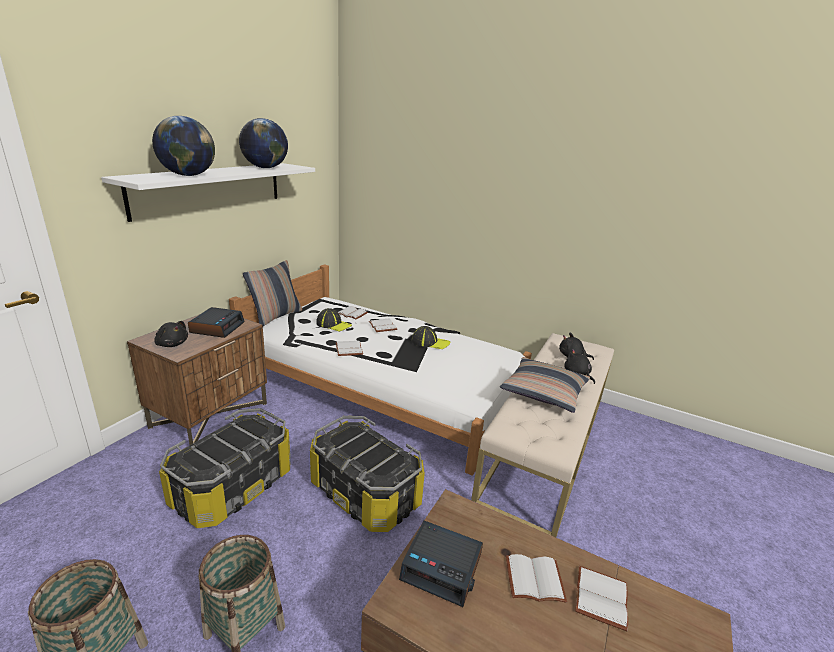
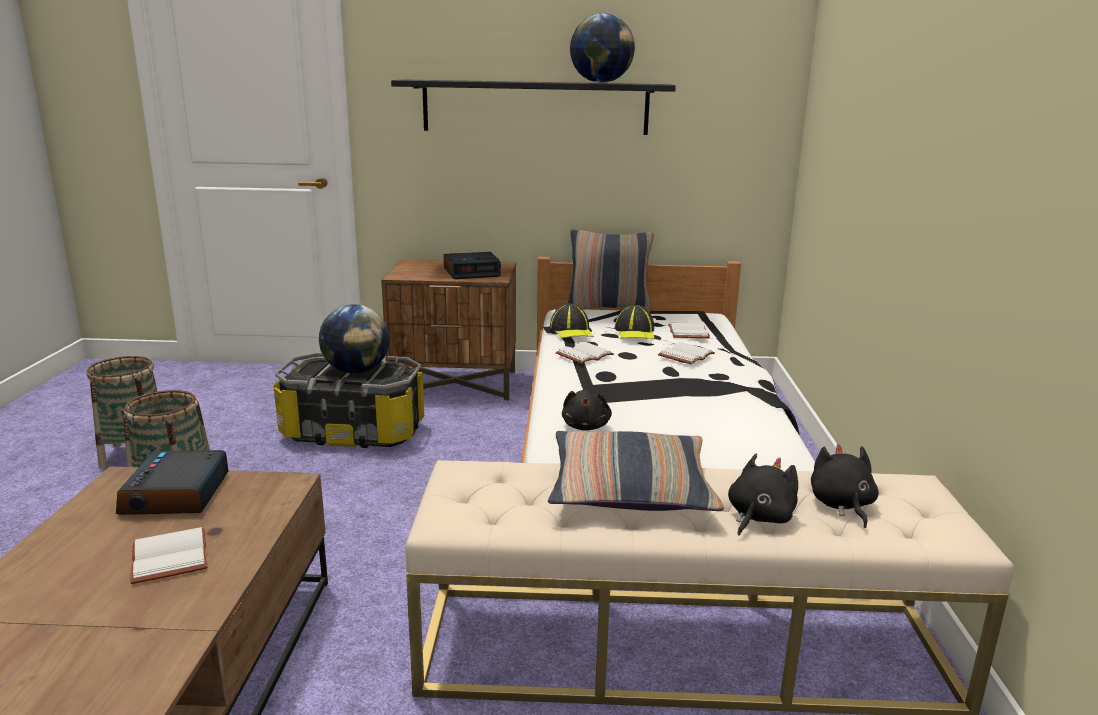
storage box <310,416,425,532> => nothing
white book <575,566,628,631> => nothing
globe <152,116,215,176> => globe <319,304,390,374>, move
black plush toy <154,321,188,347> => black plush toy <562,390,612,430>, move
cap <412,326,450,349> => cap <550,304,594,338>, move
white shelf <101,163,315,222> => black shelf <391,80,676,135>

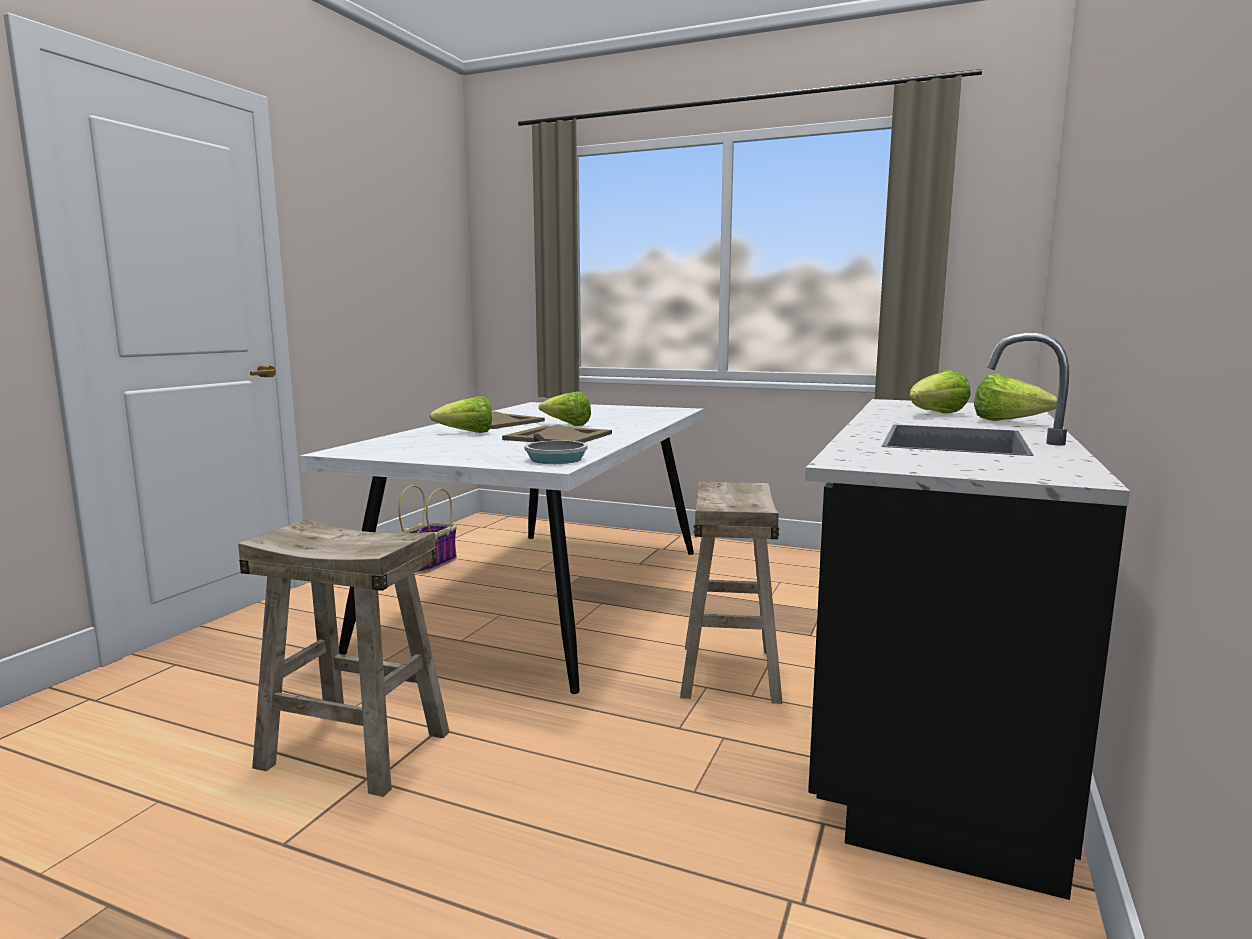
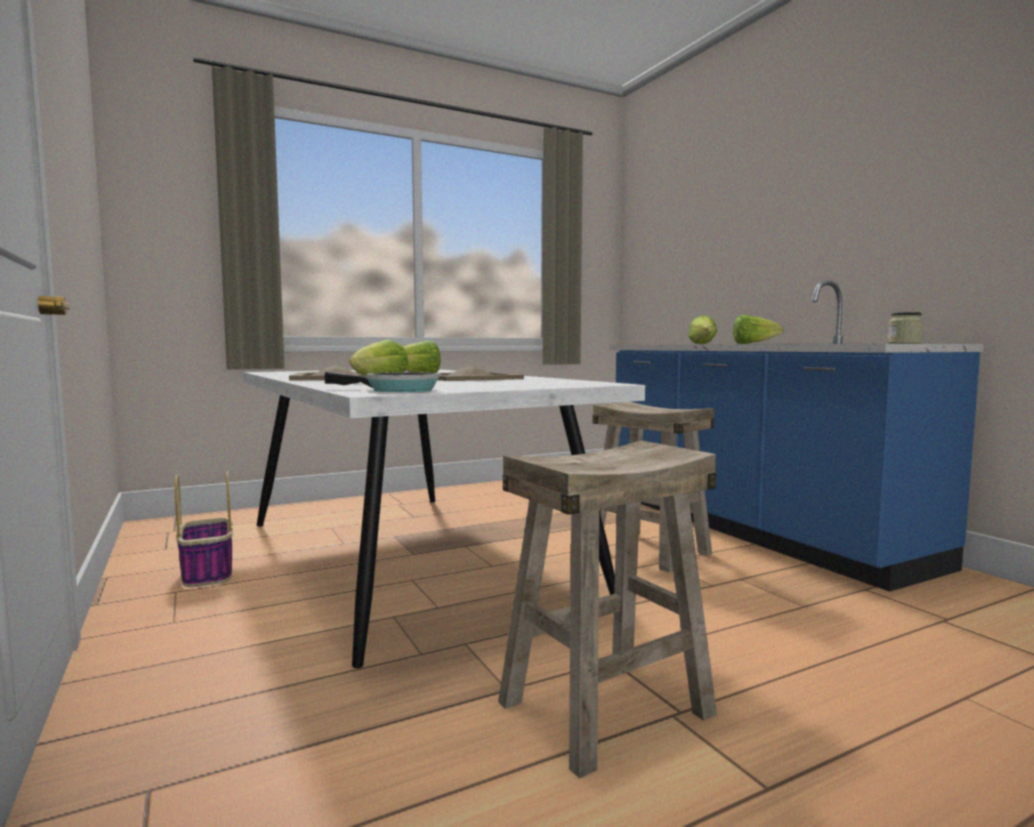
nothing => jar <888,312,923,344>
frying pan <524,434,587,464> => frying pan <325,372,439,392>, move
black counter <805,333,1130,900> => blue counter <609,280,984,592>

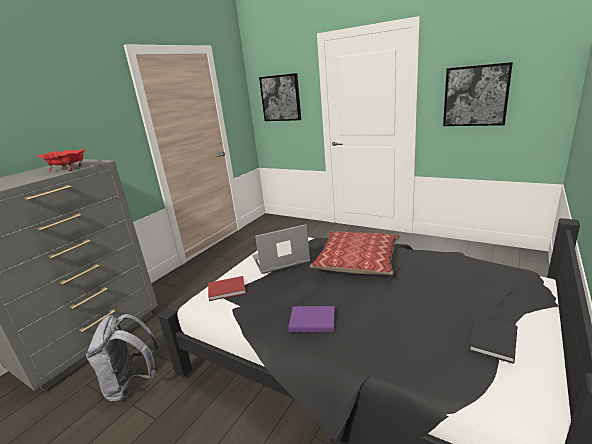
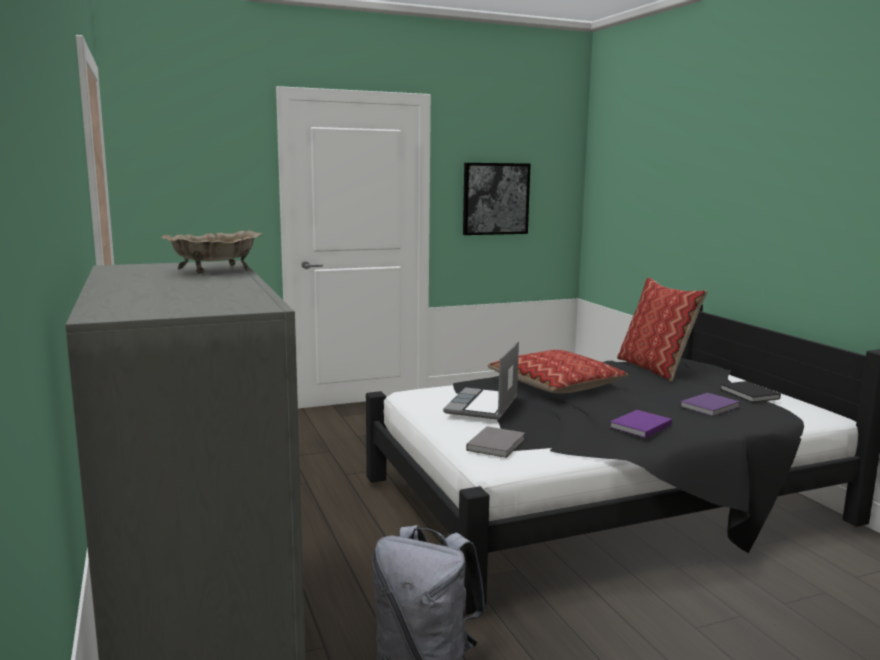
picture <259,73,301,121> => nothing
nothing => pillow <617,277,708,382>
nothing => purple book <680,393,740,417>
red bowl <38,149,87,171> => beige bowl <160,230,263,274>
red book <208,276,246,301> => grey book <466,426,525,458>

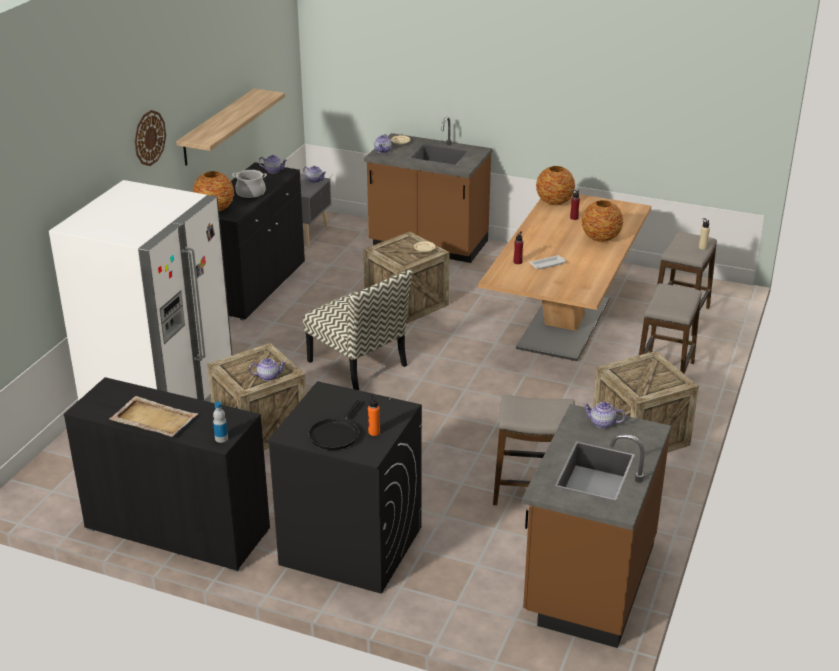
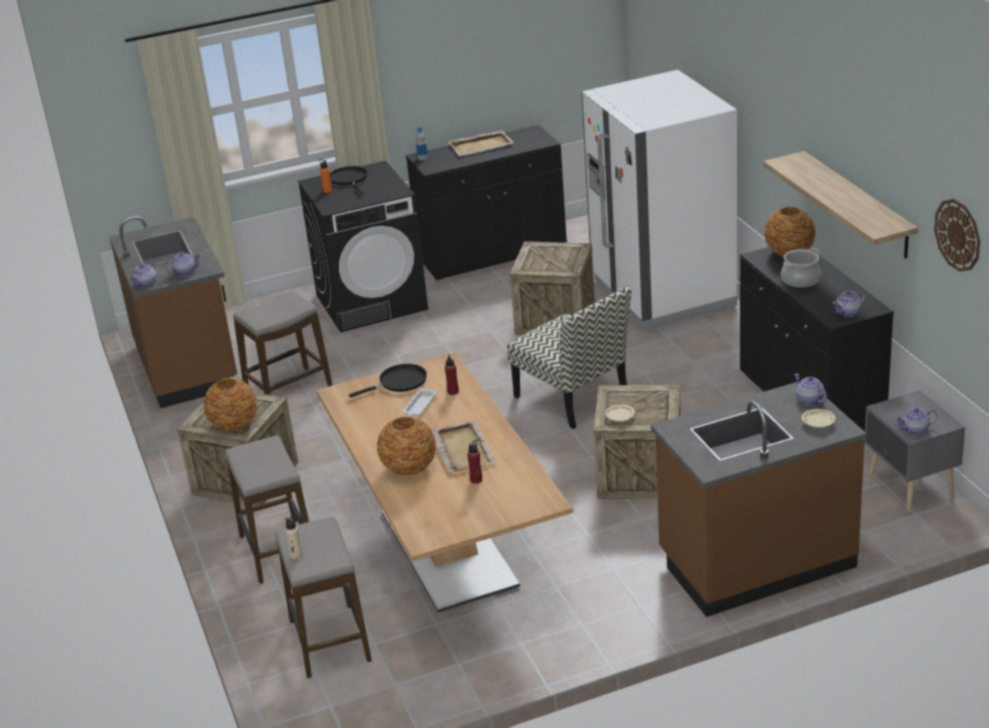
nothing => black frying pan <349,364,427,398>
nothing => beige tray <431,420,497,472>
wall clock <134,110,166,166> => wall clock <934,199,980,272>, move
teapot <249,358,286,381> => teapot <128,262,159,288>, move
vase <536,166,575,205> => vase <204,378,257,431>, move
chair <303,269,412,390> => chair <507,286,631,429>, 135 degrees counterclockwise

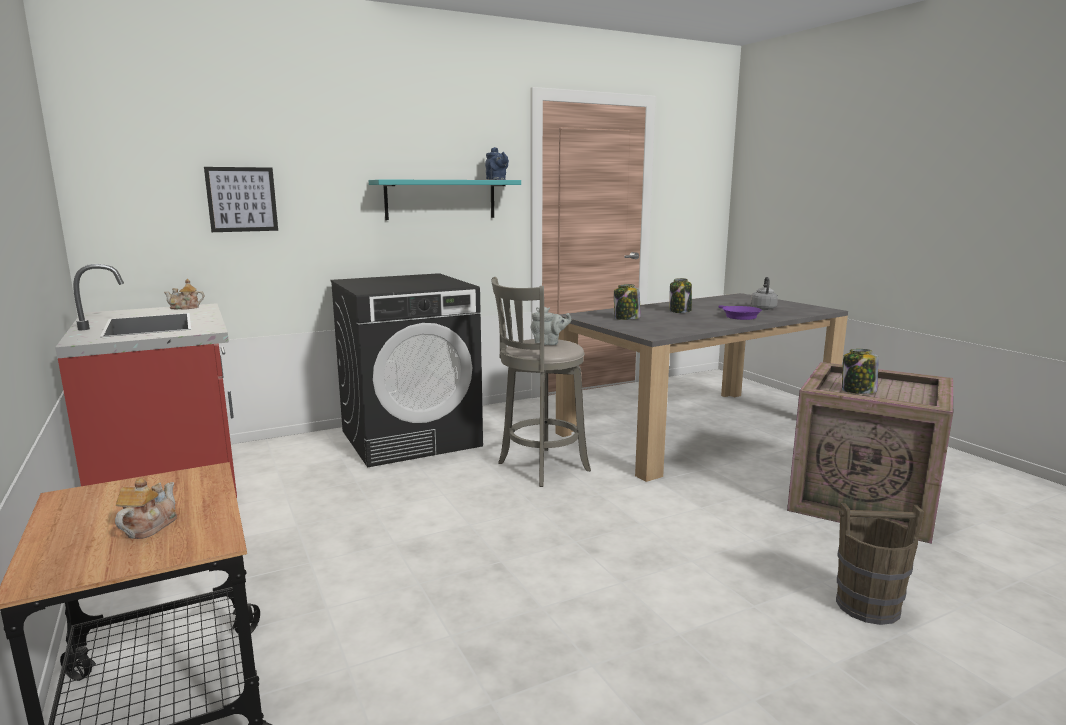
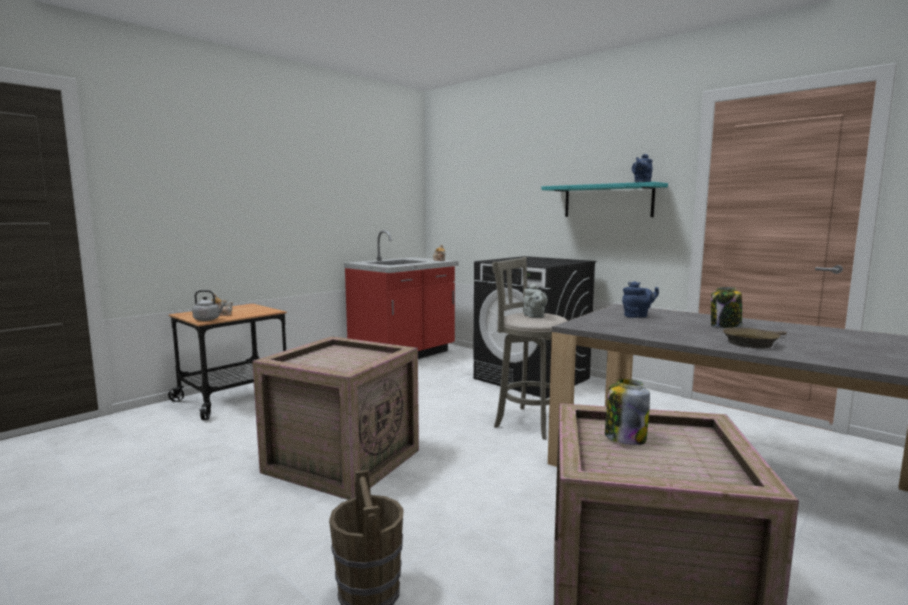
picture <204,167,278,232> => nothing
nothing => crate <252,336,419,500>
grey kettle <750,277,778,310> => grey kettle <192,290,225,321>, move
jar <614,284,641,320> => blue teapot <622,281,659,318>
purple frying pan <719,305,762,320> => brown frying pan <723,328,787,348>

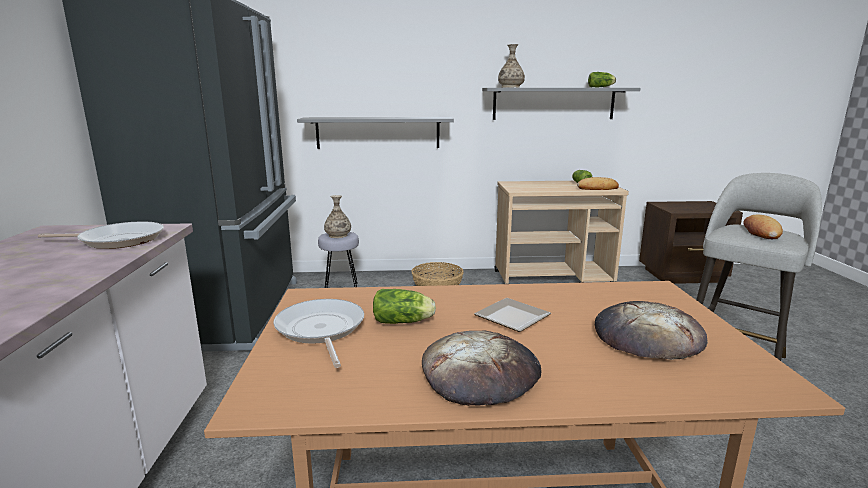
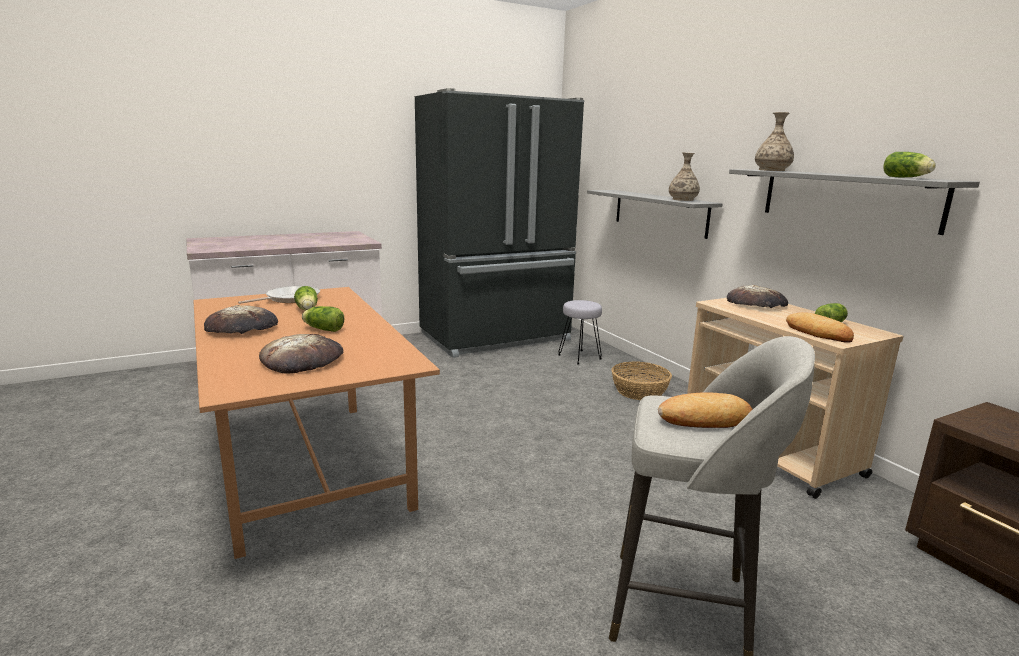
frying pan <38,222,164,249> => nothing
nothing => bread <727,285,788,308>
vase <324,195,351,238> => vase <669,152,700,201>, move
plate <474,298,551,332> => lettuce <302,306,344,332>

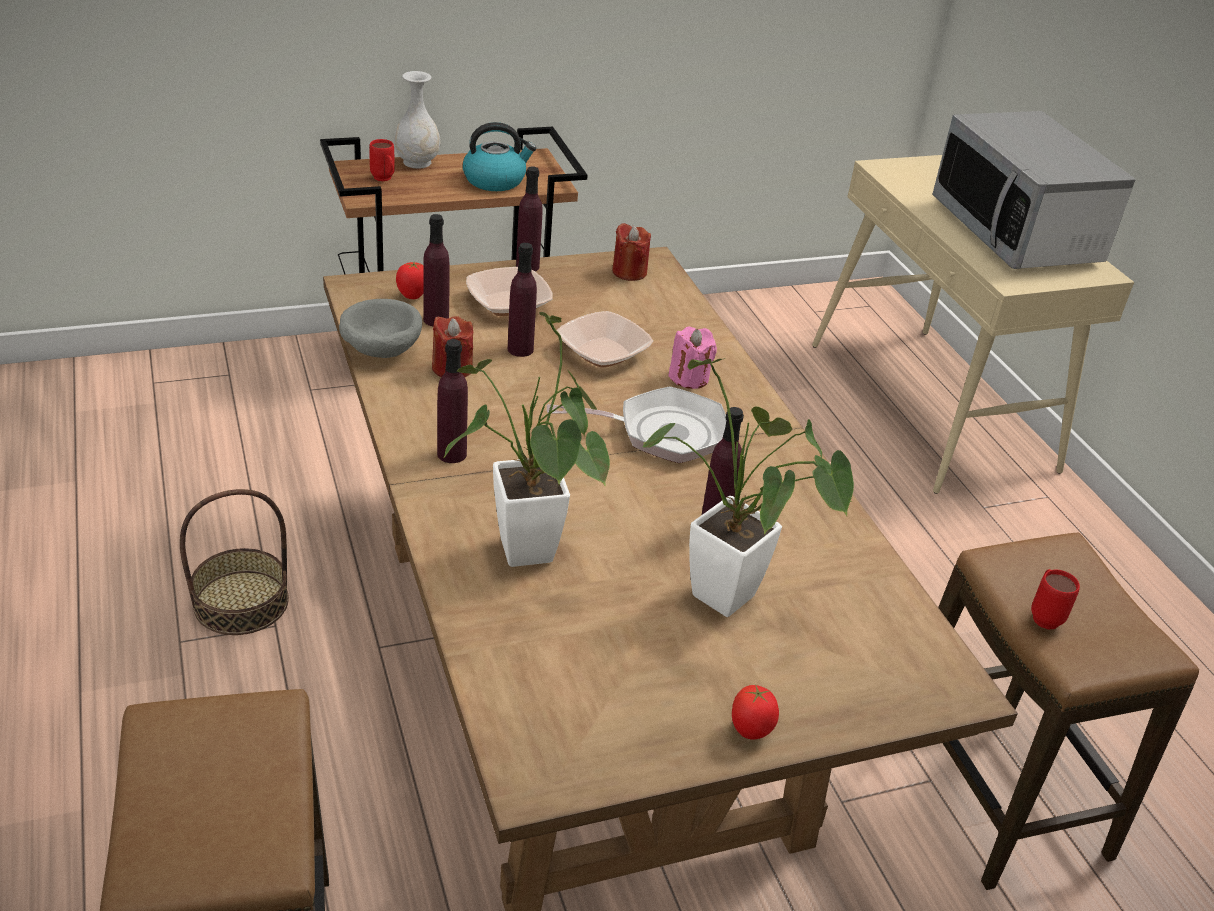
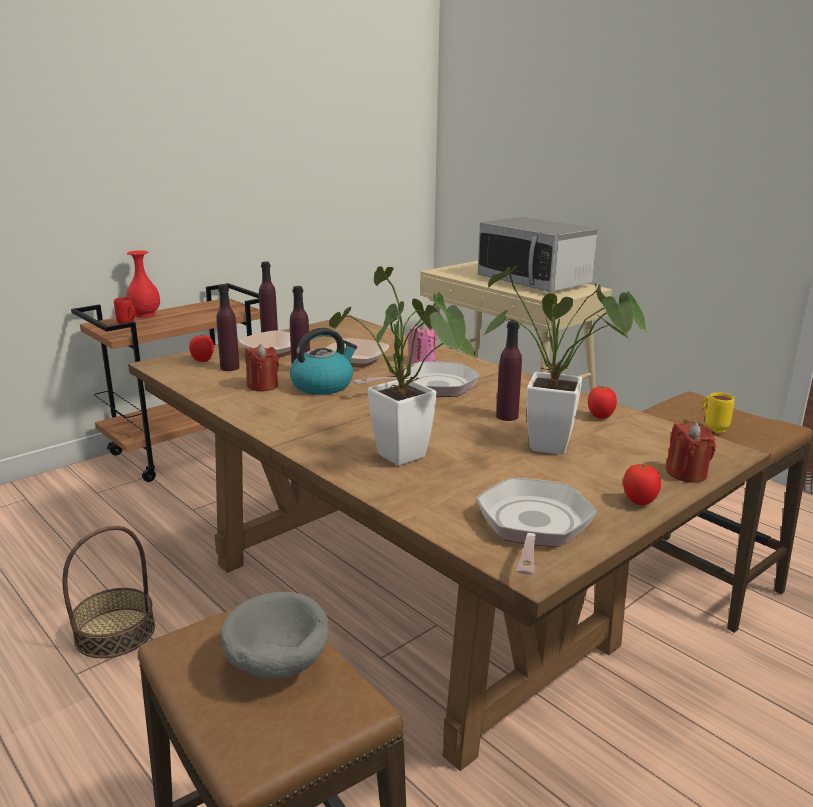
purple bottle <437,339,468,463> => nothing
nothing => frying pan <476,477,597,575>
nothing => tomato <588,386,617,419>
grey bowl <339,299,422,358> => grey bowl <220,592,329,679>, move
kettle <463,122,536,191> => kettle <290,328,357,395>, move
red candle <612,223,651,281> => red candle <665,422,716,483>, move
white vase <394,71,440,169> => red vase <126,250,160,318>
red mug <1031,569,1080,629> => yellow mug <703,392,735,433>

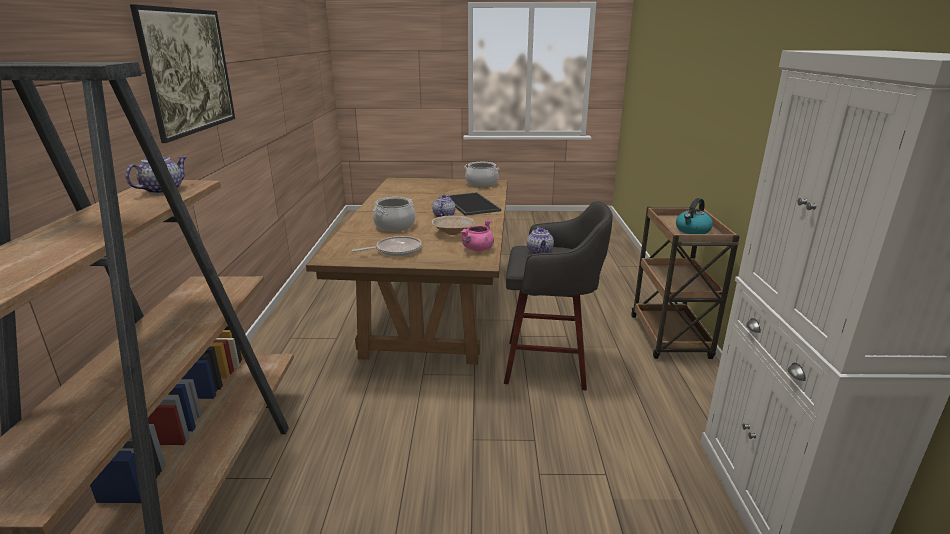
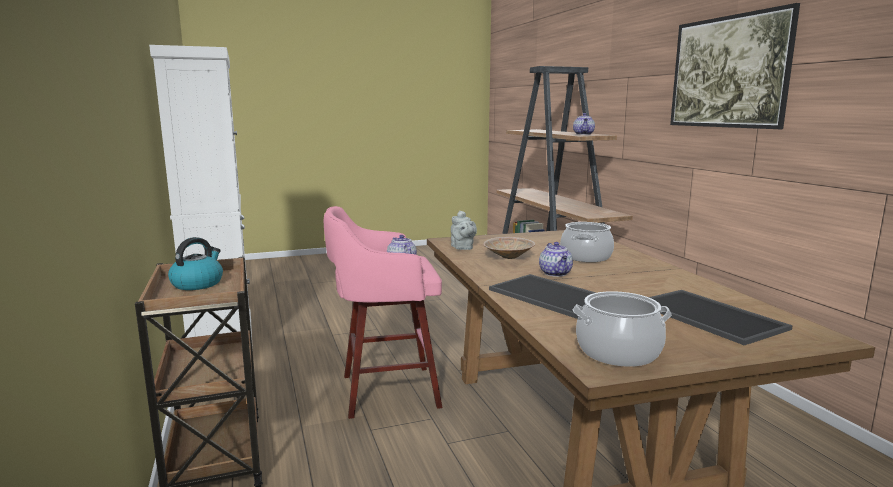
frying pan <352,236,422,257> => nothing
nothing => tray <649,290,793,345>
pink cooking pot <461,219,494,251> => grey teapot <451,211,477,250>
grey stool <504,201,613,390> => pink stool <324,206,442,419>

